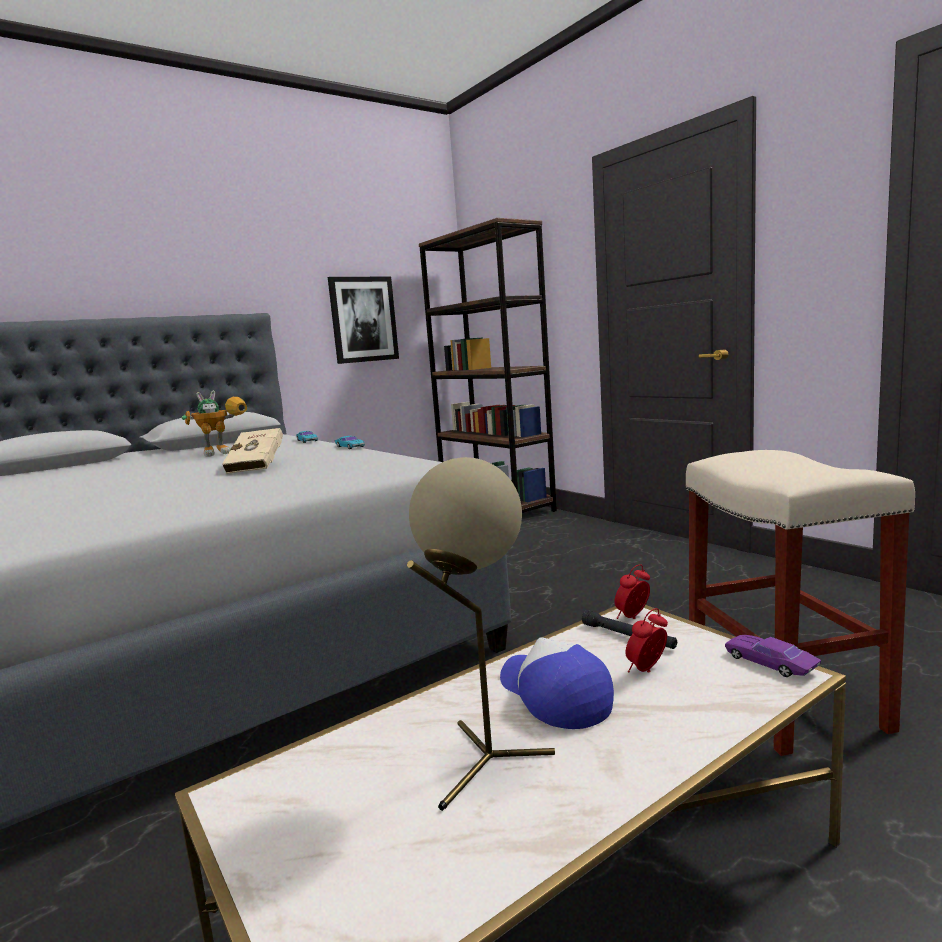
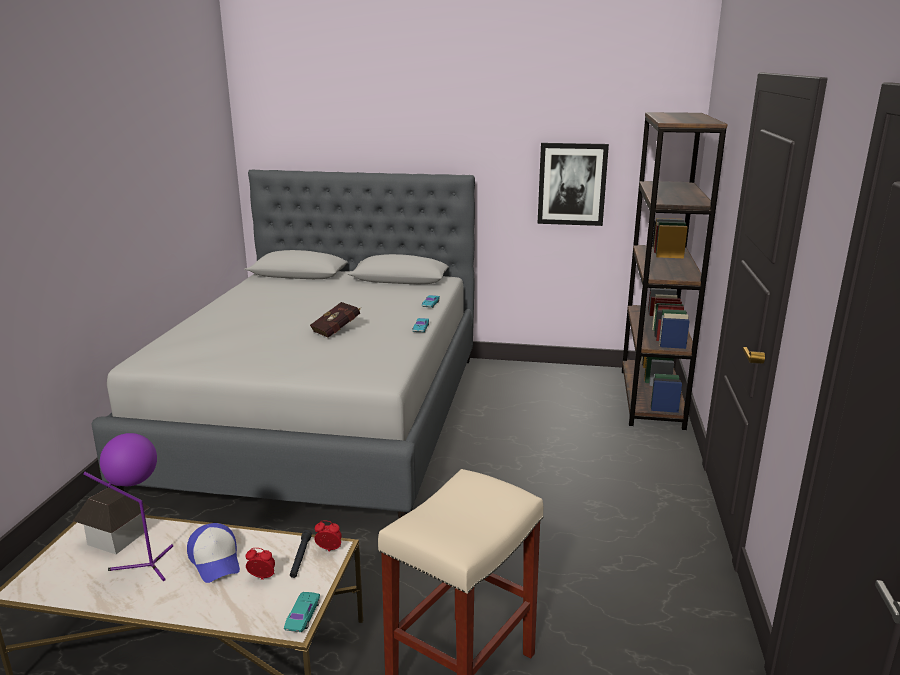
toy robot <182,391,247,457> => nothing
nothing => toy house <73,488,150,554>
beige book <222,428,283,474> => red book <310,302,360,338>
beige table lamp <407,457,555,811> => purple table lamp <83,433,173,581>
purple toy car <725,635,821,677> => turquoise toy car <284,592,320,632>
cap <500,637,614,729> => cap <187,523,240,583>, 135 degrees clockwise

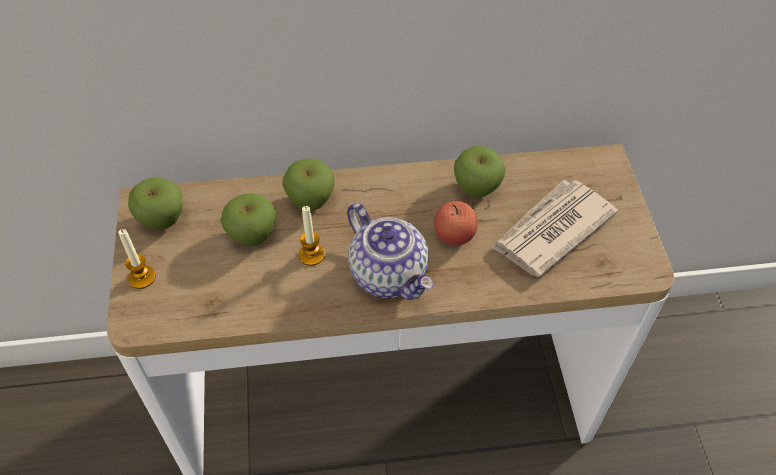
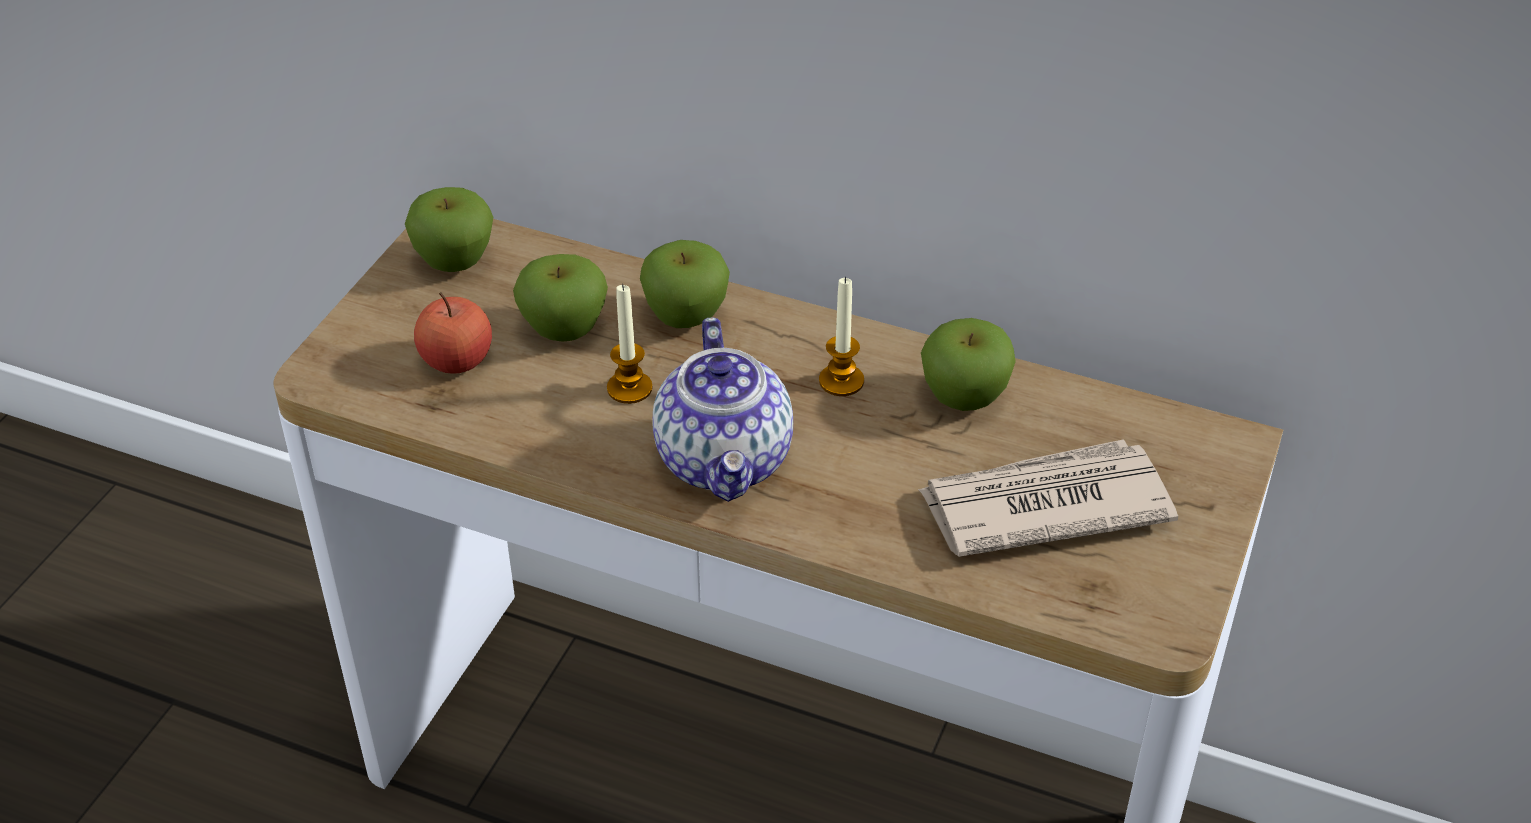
candle <118,229,156,289> => candle <819,277,864,396>, move
apple <434,201,478,245> => apple <414,292,492,374>, move

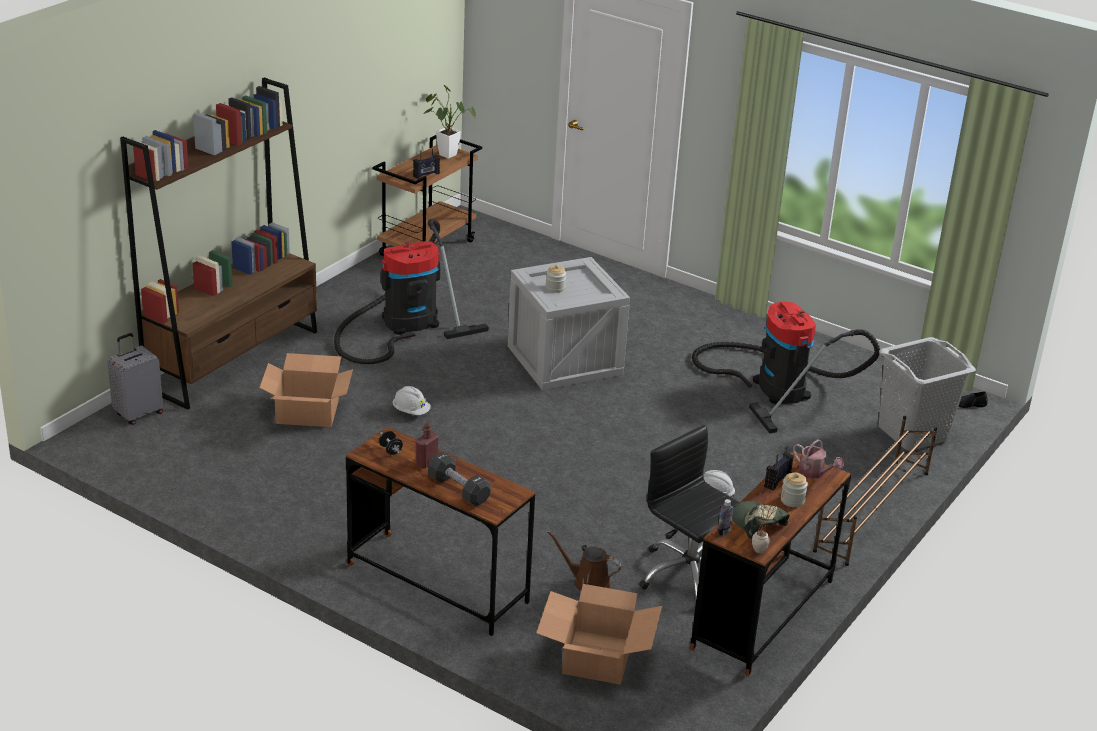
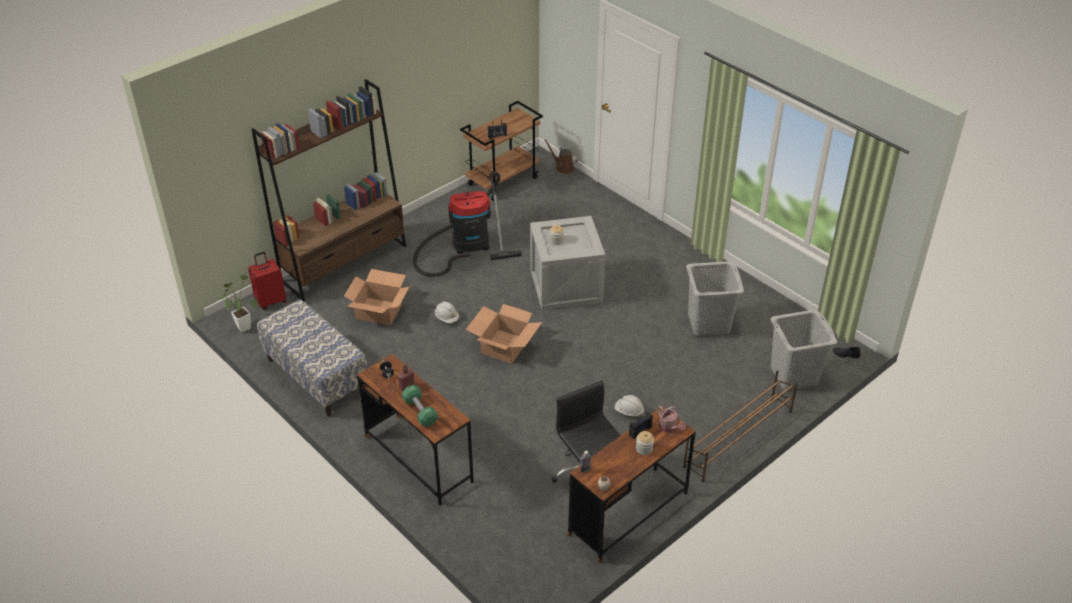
cap <732,501,790,539> => nothing
nothing => bench <257,299,368,416>
potted plant <423,85,476,159> => potted plant <220,274,258,332>, move
cardboard box <536,584,662,685> => cardboard box <466,304,542,364>, move
brown watering can <547,531,621,591> => brown watering can <544,139,578,174>, move
vacuum cleaner <692,302,880,434> => grey laundry basket <686,261,744,336>
grey suitcase <107,333,163,425> => red suitcase <248,252,287,310>
black dumbbell <428,452,491,506> => green dumbbell <402,385,438,427>

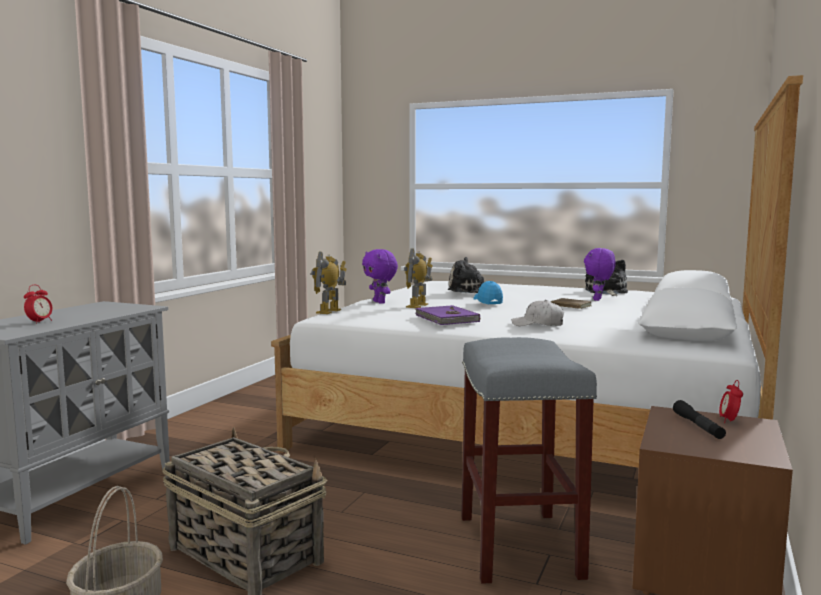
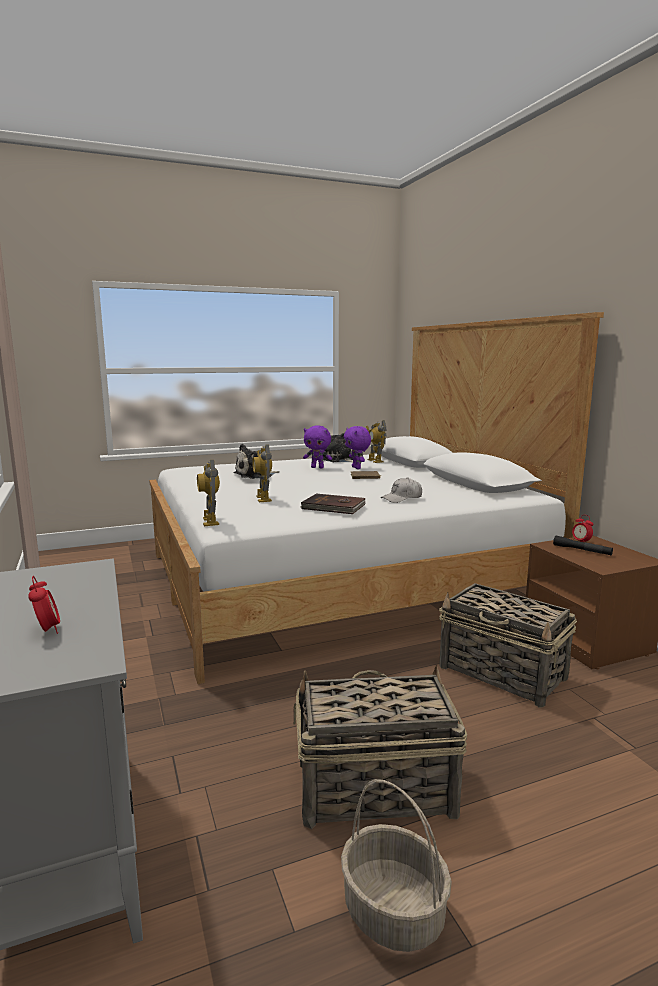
blue cap <474,281,503,304> => nothing
nothing => toy robot <366,420,386,463>
purple plush toy <362,249,398,304> => purple plush toy <303,425,332,468>, move
grey stool <461,337,597,584> => basket <439,583,577,708>
purple book <415,305,480,325> => brown book <301,494,366,514>

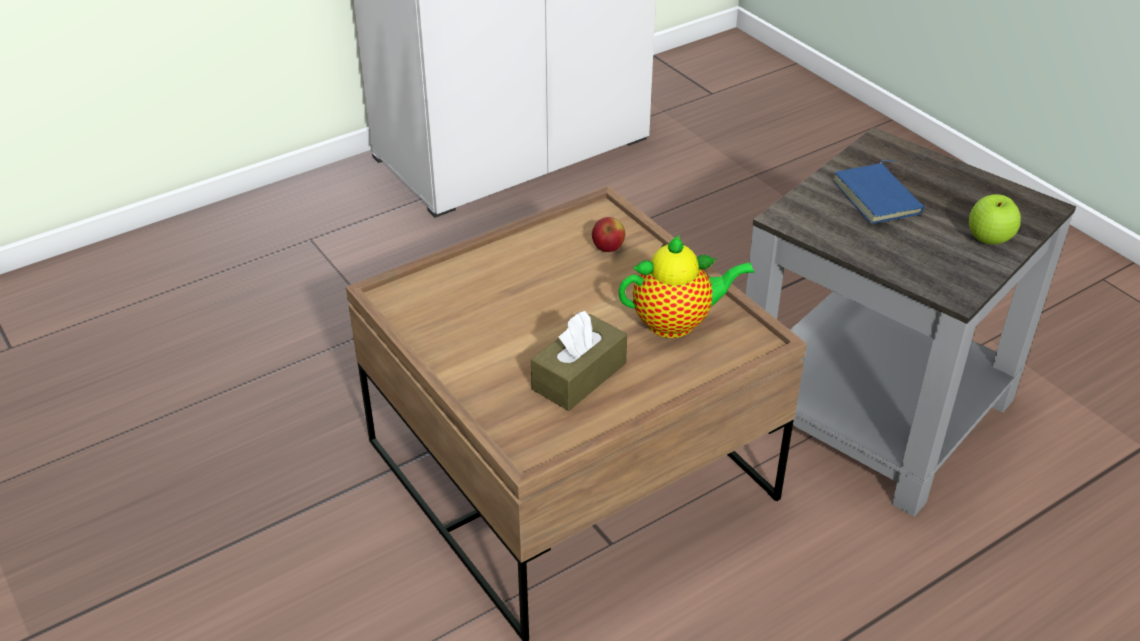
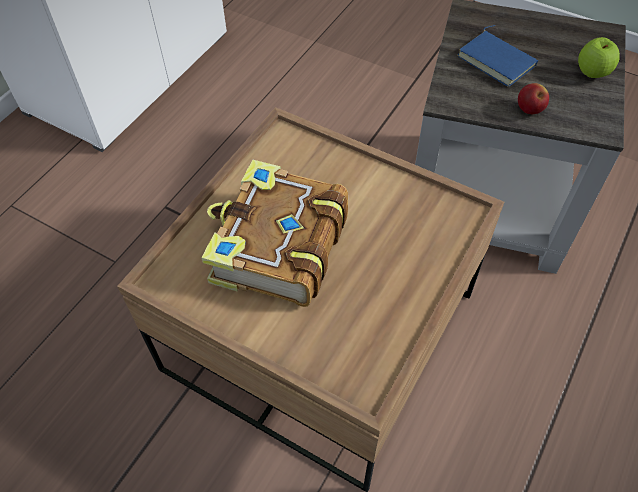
brown tissue box <531,311,627,411> => nothing
teapot <619,235,755,338> => nothing
nothing => book <201,159,348,307>
apple <592,217,625,252> => apple <518,83,549,114>, move

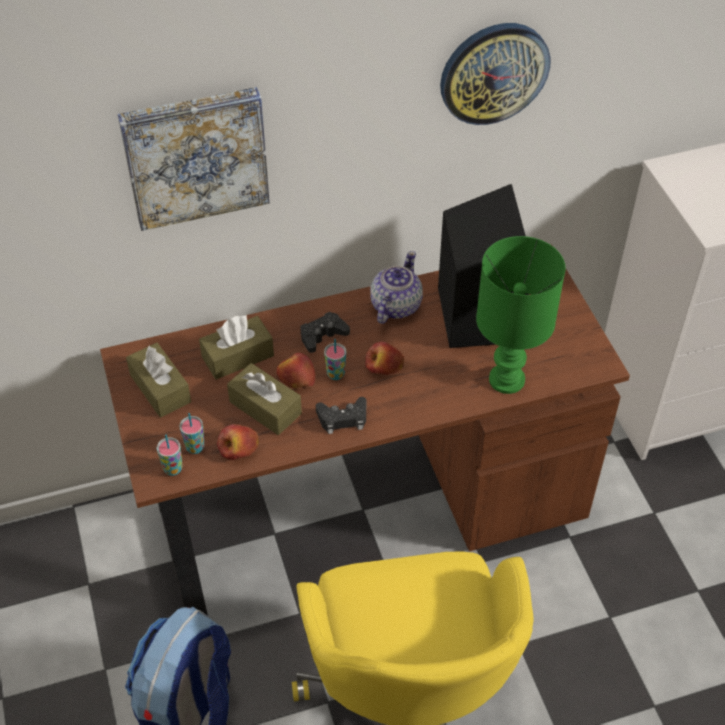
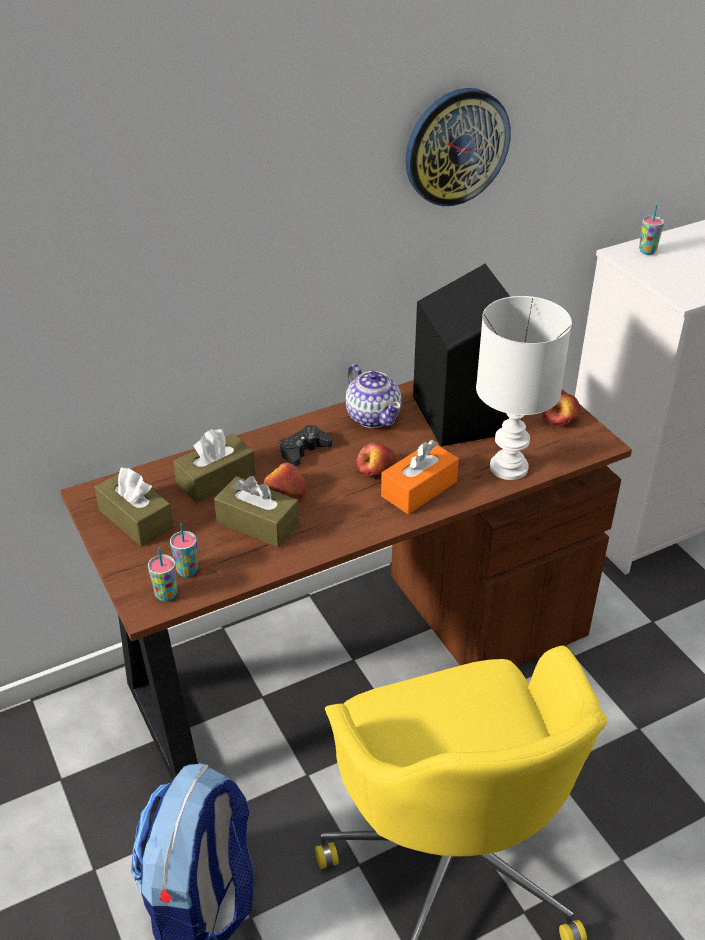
picture <118,87,270,231> => nothing
black game controller <316,397,366,434> => nothing
nothing => orange tissue box <381,440,459,514>
apple <217,424,259,460> => apple <542,393,581,426>, move
cup <324,339,346,380> => cup <639,204,664,255>, move
green table lamp <476,236,566,394> => white table lamp <476,296,572,480>
teapot <370,251,423,324> => teapot <346,364,402,428>, 135 degrees clockwise

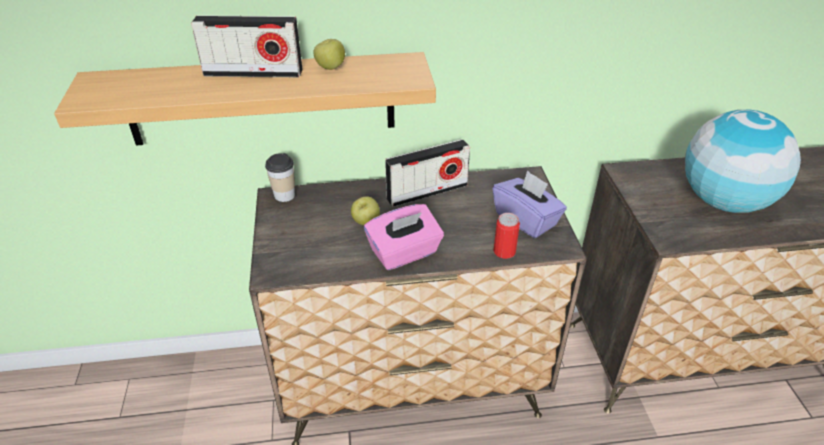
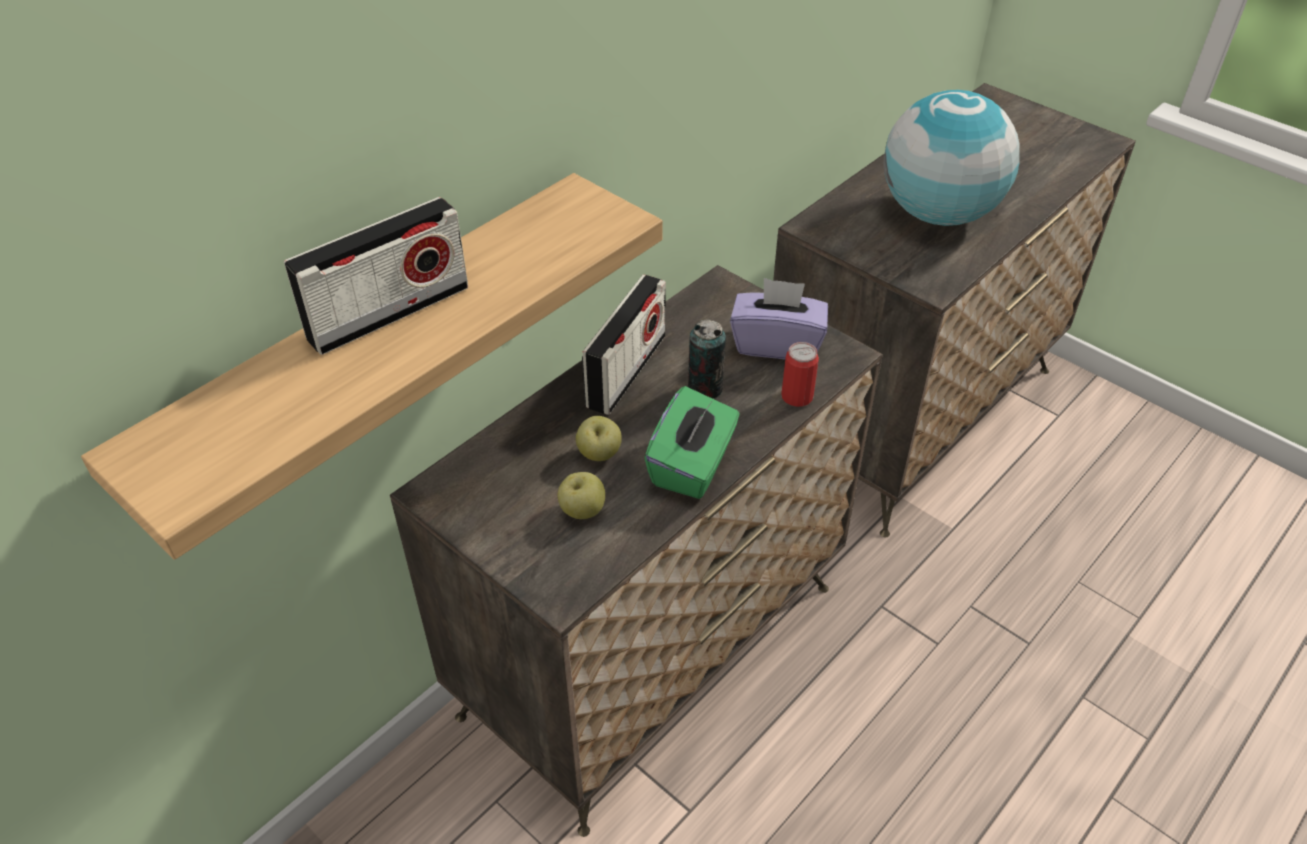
cup <265,153,295,202> => nothing
nothing => can <688,319,726,399>
apple <313,39,345,70> => apple <558,472,605,519>, move
pink tissue box <364,204,444,270> => green tissue box <644,386,740,499>

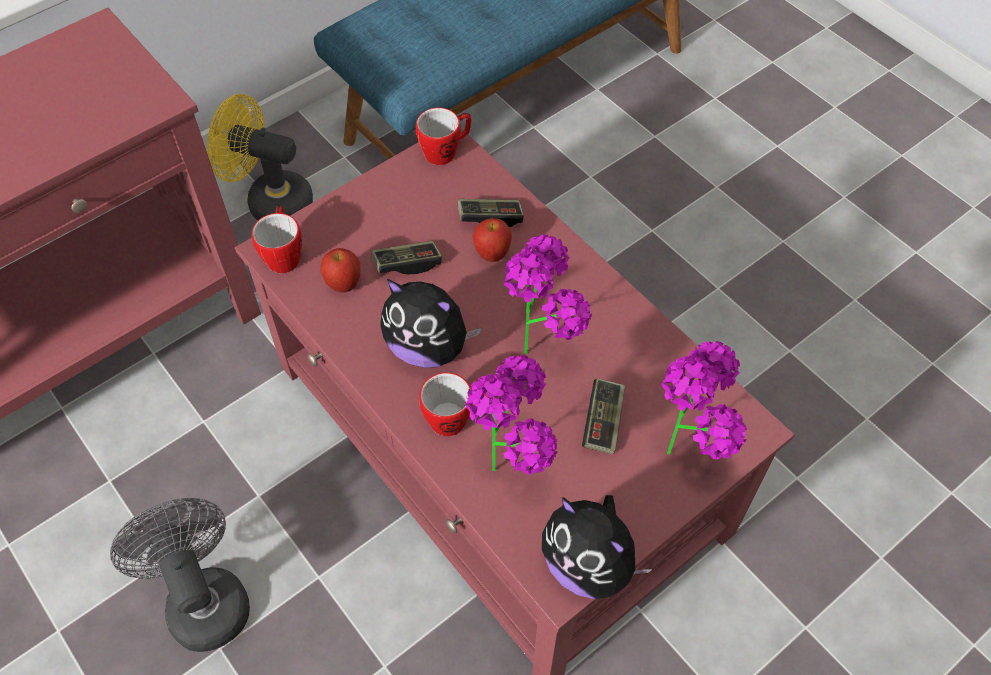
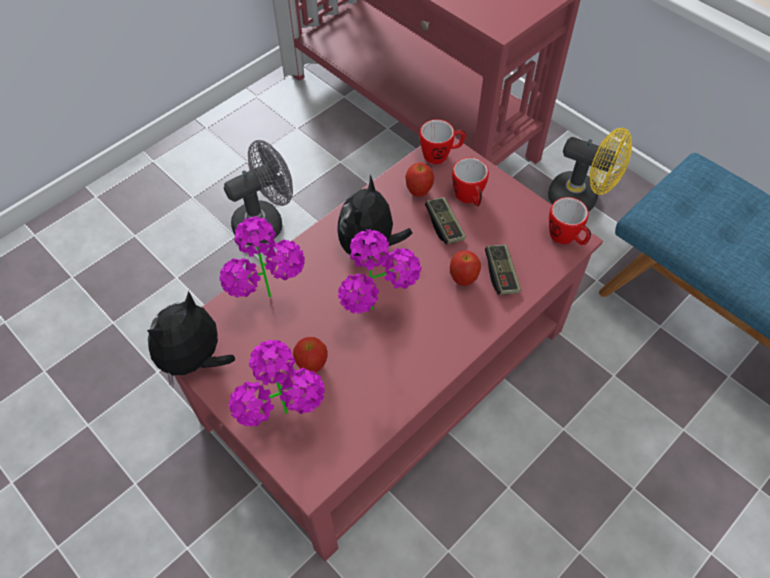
mug <419,372,490,436> => mug <452,157,489,206>, move
game controller <582,378,625,454> => apple <293,337,328,373>
yellow fan <207,94,313,220> => yellow fan <548,128,632,212>, 105 degrees clockwise

